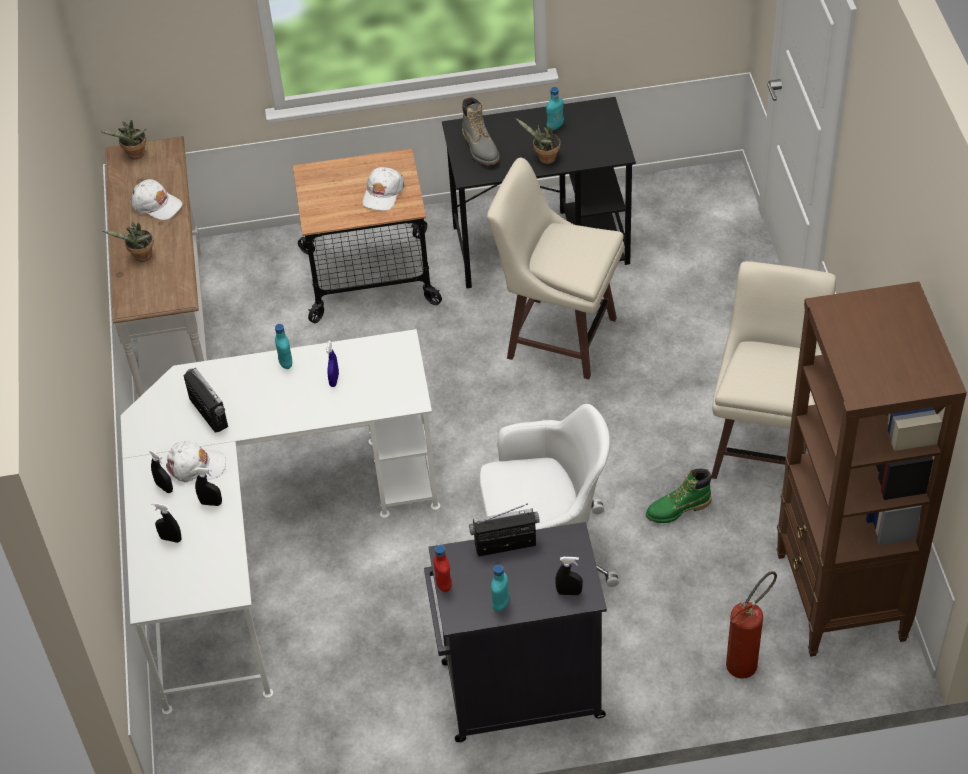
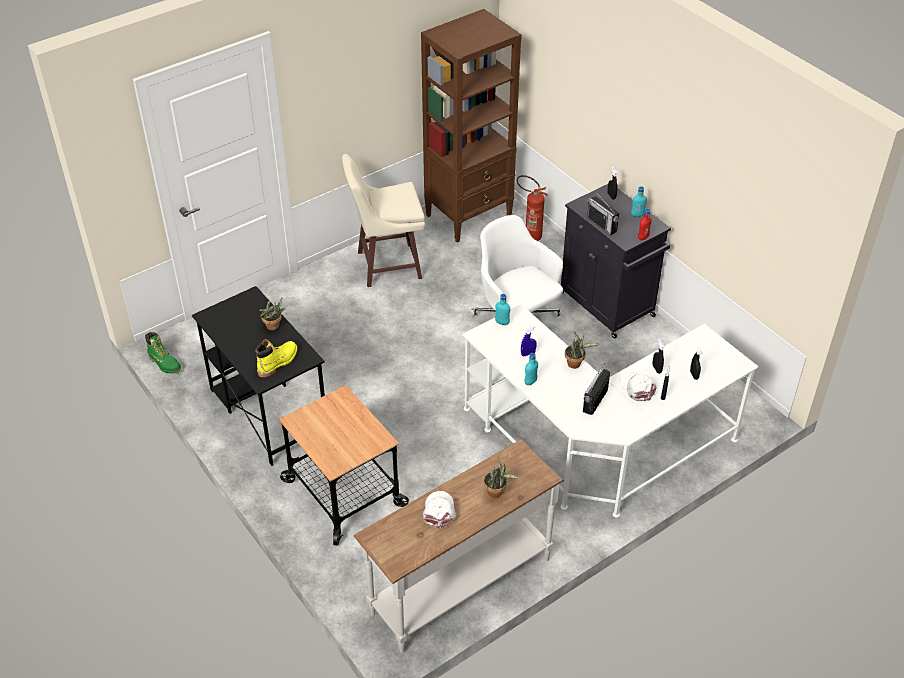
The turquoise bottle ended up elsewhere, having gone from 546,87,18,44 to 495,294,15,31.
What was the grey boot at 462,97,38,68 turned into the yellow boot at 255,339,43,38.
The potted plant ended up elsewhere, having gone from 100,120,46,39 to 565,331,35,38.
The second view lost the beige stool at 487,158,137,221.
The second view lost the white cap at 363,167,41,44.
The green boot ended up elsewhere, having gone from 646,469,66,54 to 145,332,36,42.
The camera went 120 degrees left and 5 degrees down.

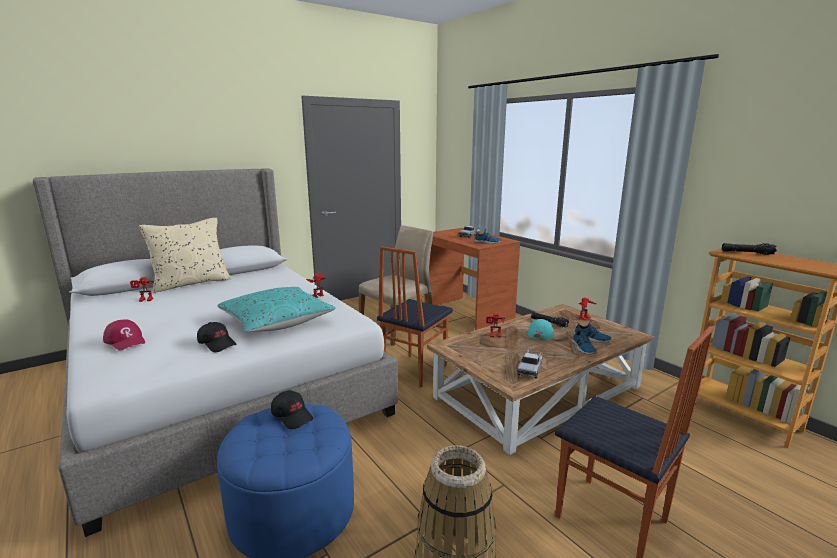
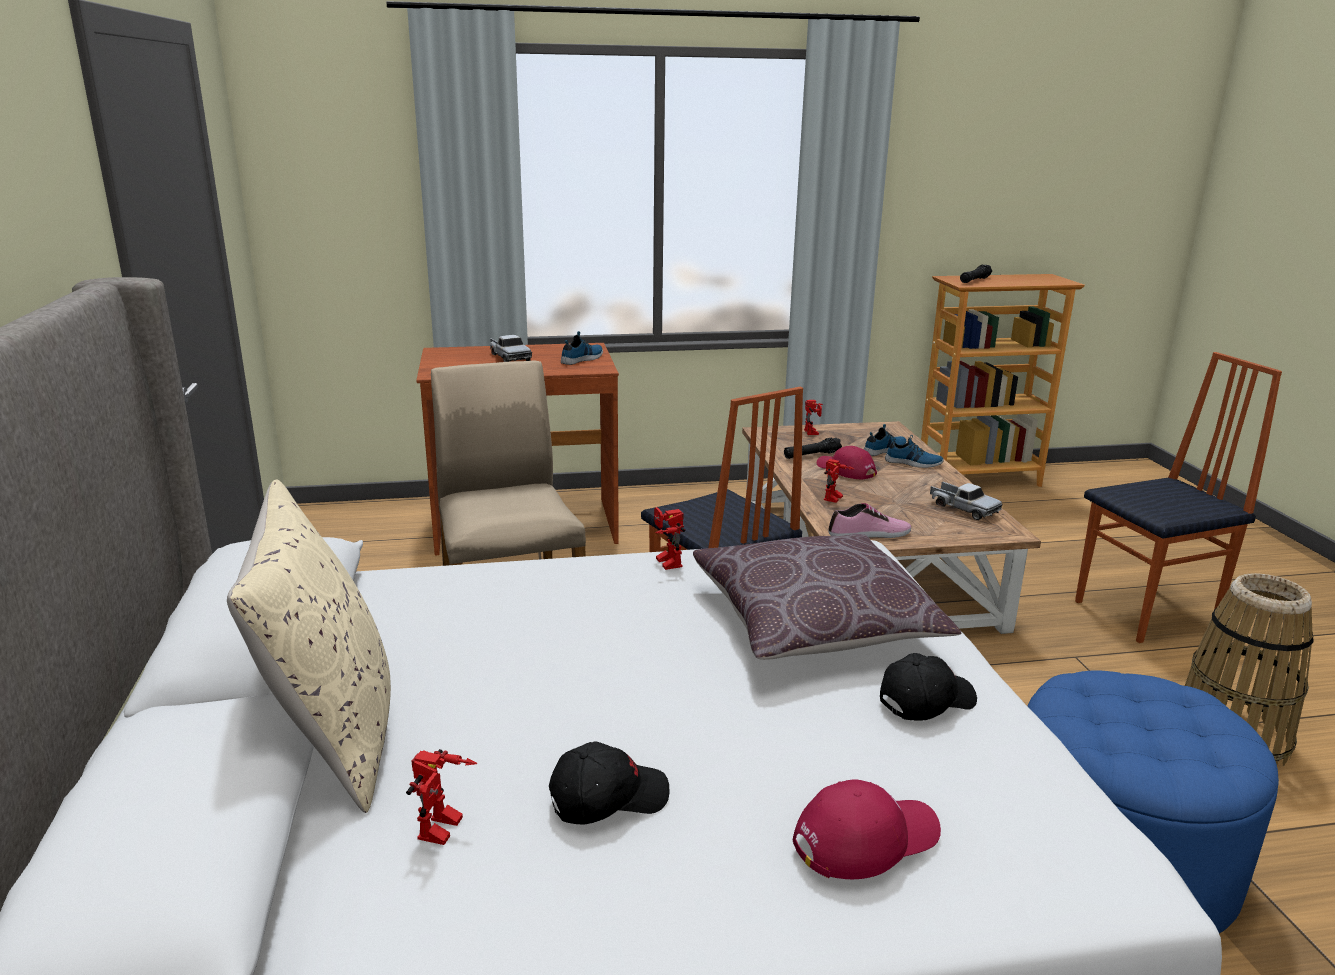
What was the turquoise pillow at 217,287,119,45 turned into the brown pillow at 693,534,268,126.
What was the turquoise cap at 527,319,27,21 turned into the red cap at 817,446,60,33.
The black cap ended up elsewhere, having gone from 271,390,42,40 to 549,741,121,83.
The second view gained the shoe at 828,503,83,35.
The camera went 65 degrees left and 5 degrees up.

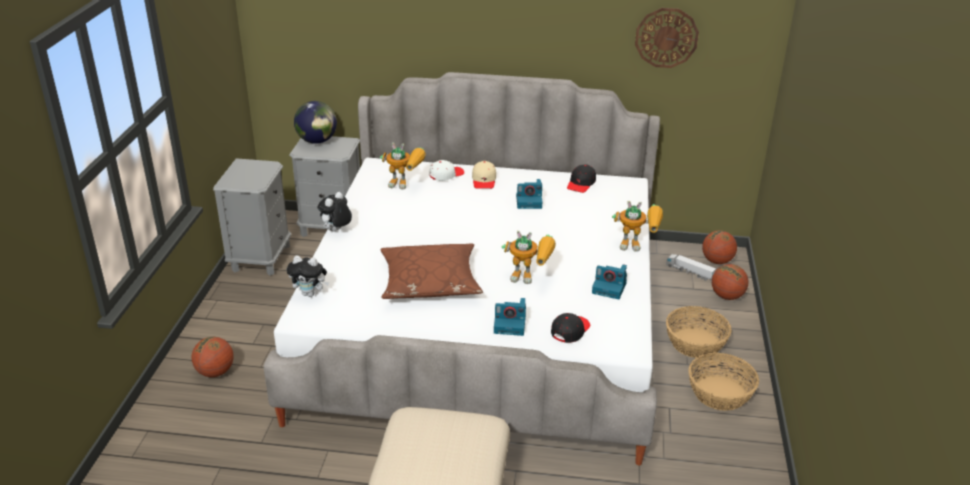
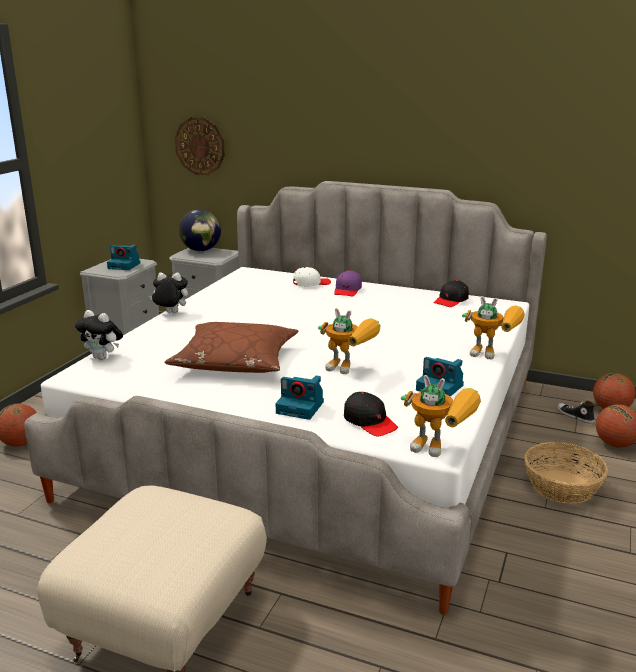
The wall clock ended up elsewhere, having gone from 635,8,64,60 to 175,117,50,59.
The toy robot ended up elsewhere, having gone from 380,143,46,46 to 401,375,80,82.
What was the beige cap at 472,161,24,28 turned into the purple cap at 334,270,28,27.
The photo camera ended up elsewhere, having gone from 516,179,26,30 to 107,245,33,25.
The plush toy at 317,192,35,40 ended up facing another way, 45 degrees clockwise from before.
Where the toy truck stood at 666,254,50,27, the shoe came to stand at 557,400,38,24.
The black cap at 551,313,39,30 ended up facing another way, 90 degrees clockwise from before.
The second view lost the basket at 688,353,71,58.
The camera went 15 degrees right and 10 degrees down.

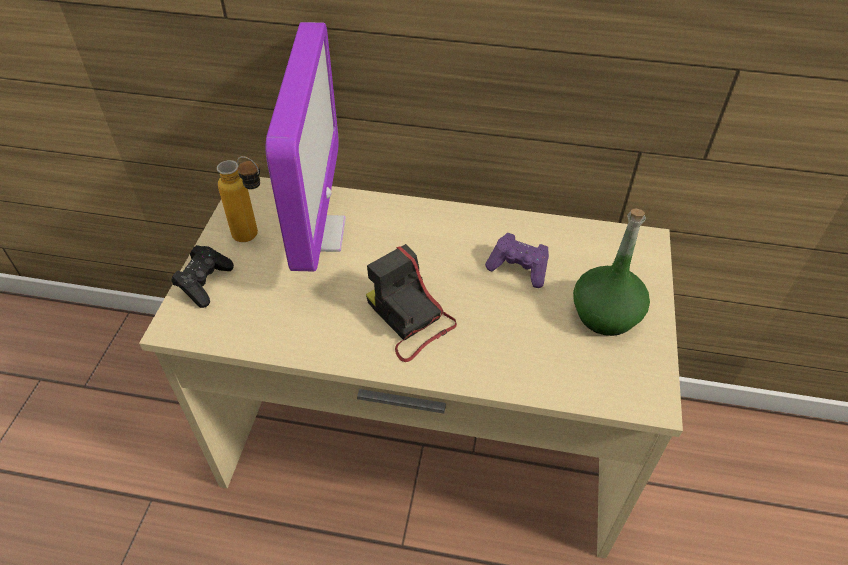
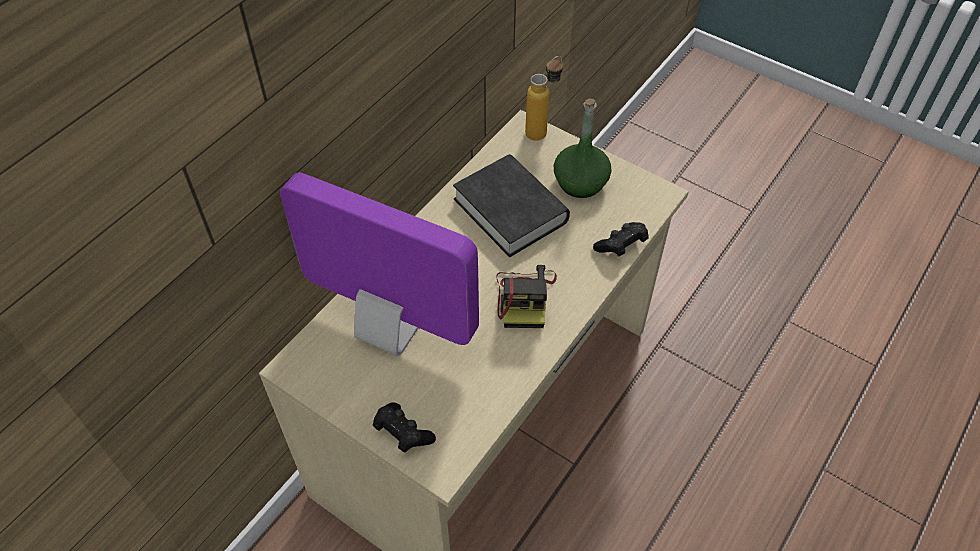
The bottle ended up elsewhere, having gone from 217,156,43,86 to 525,56,38,85.
Where the purple game controller stood at 485,233,64,55, the black book came to stand at 453,154,117,103.
The photo camera at 366,244,91,118 ended up facing another way, 75 degrees counterclockwise from before.
The second view gained the black game controller at 593,222,56,34.
The camera went 65 degrees left and 5 degrees up.

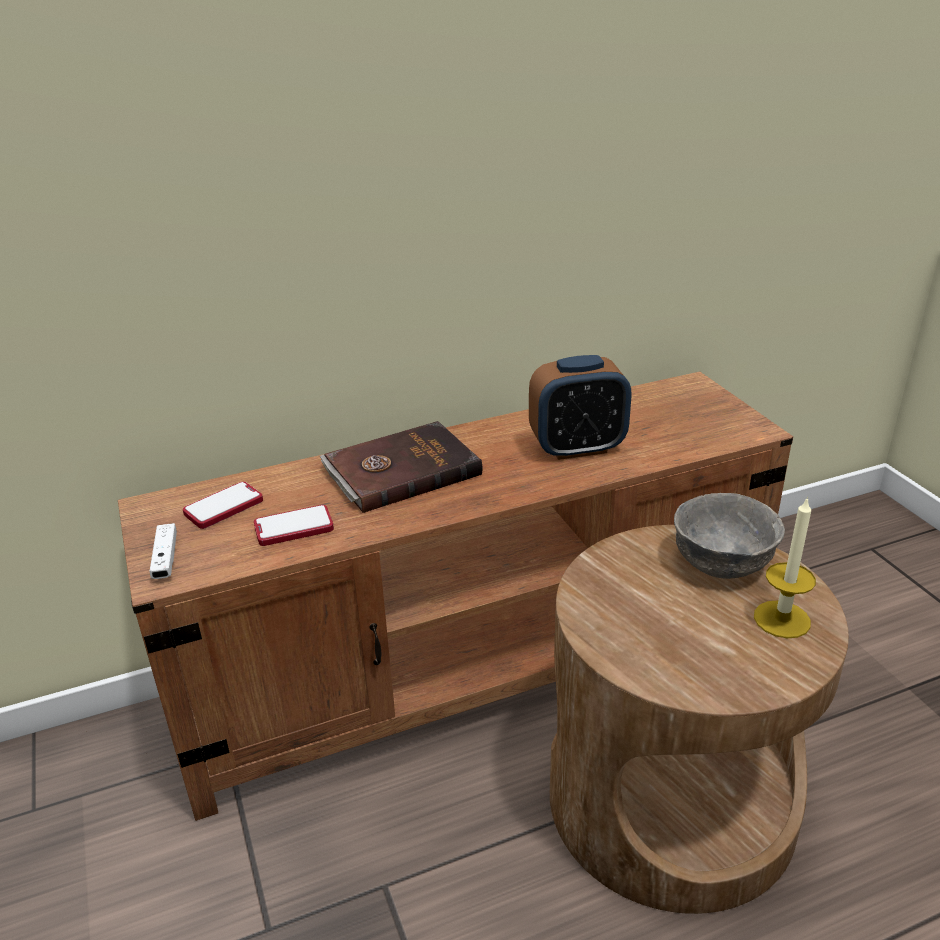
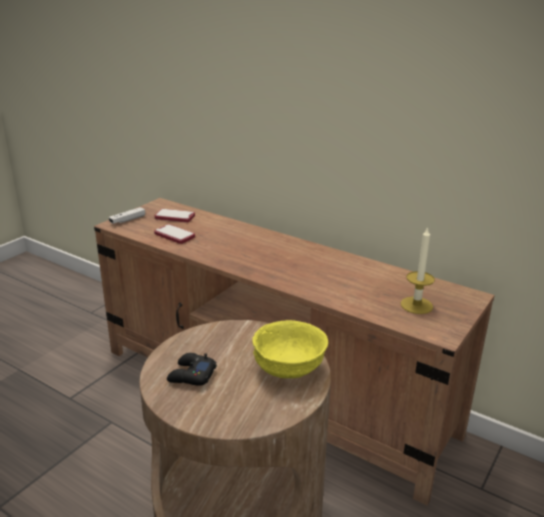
The second view lost the alarm clock at 529,355,102,105.
The second view lost the brown book at 320,421,162,92.
What was the grey bowl at 674,493,111,86 turned into the yellow bowl at 252,320,76,58.
The candle ended up elsewhere, having gone from 754,496,62,142 to 401,227,34,87.
The second view gained the black game controller at 167,353,50,33.
The camera went 55 degrees right and 5 degrees down.

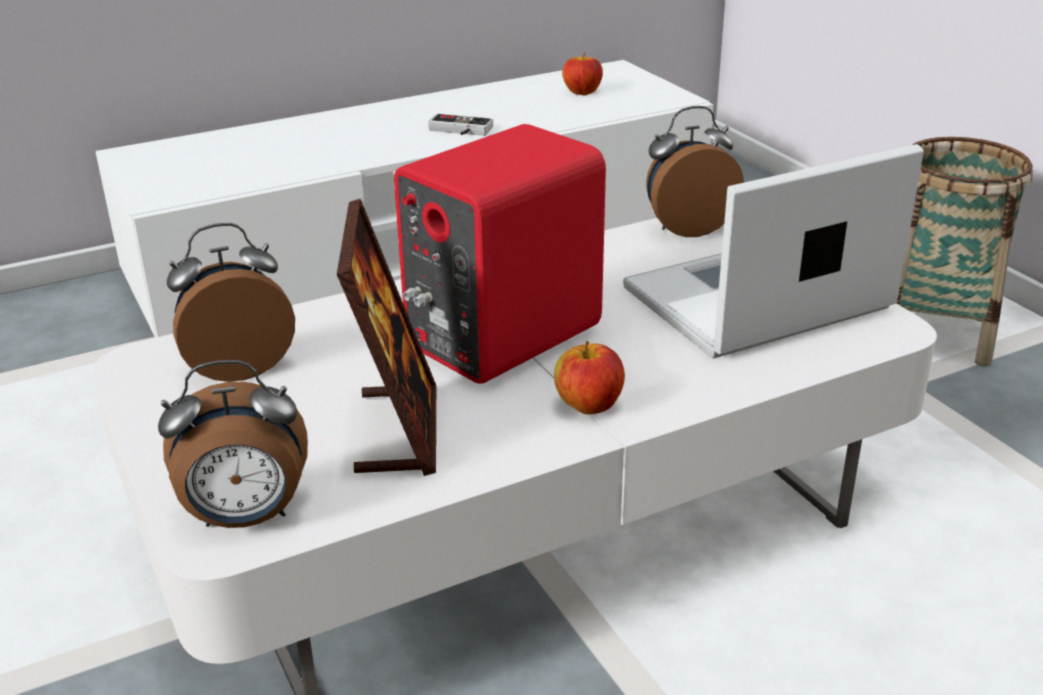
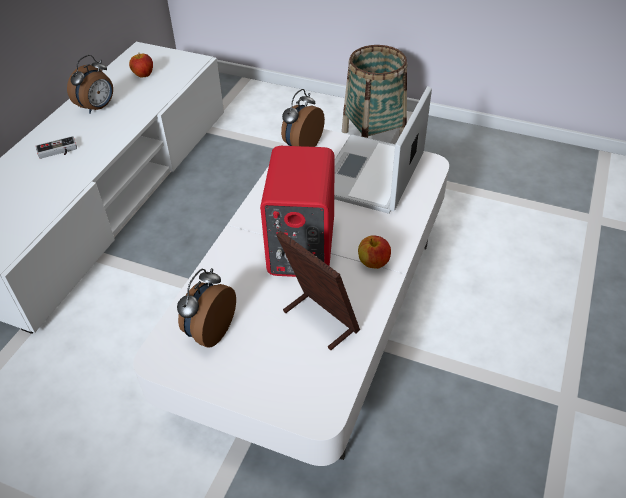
The game controller ended up elsewhere, having gone from 428,114,65,22 to 36,136,41,23.
The alarm clock ended up elsewhere, having gone from 158,360,150,168 to 67,55,46,59.
The camera went 40 degrees left and 15 degrees up.

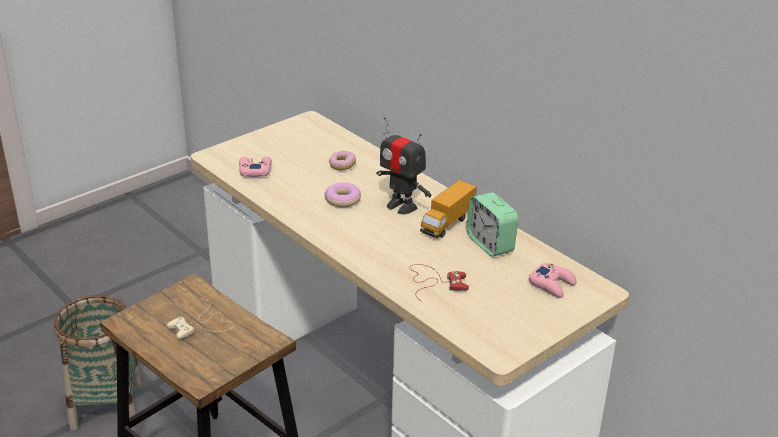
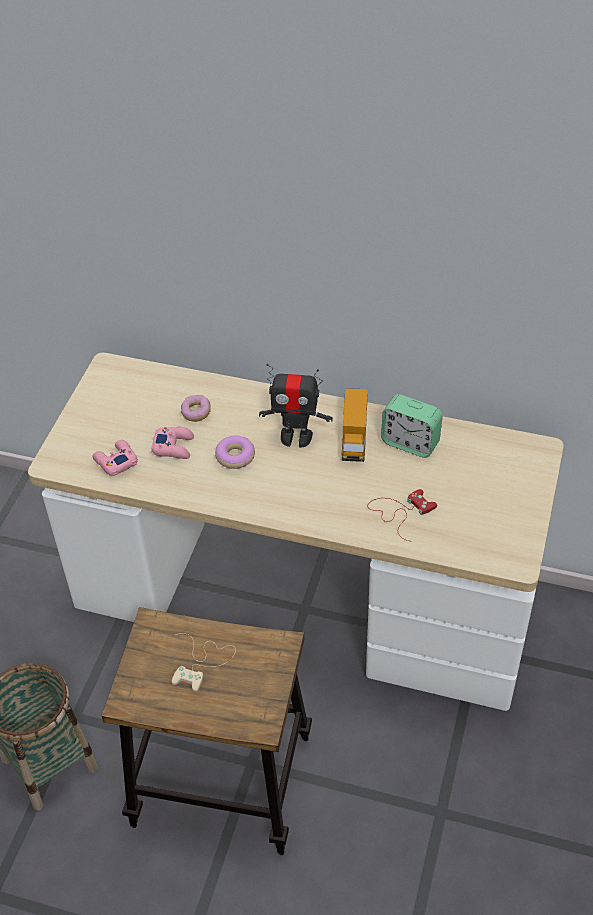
The pink game controller ended up elsewhere, having gone from 528,263,49,35 to 151,426,43,33.
The camera went 30 degrees left and 15 degrees up.

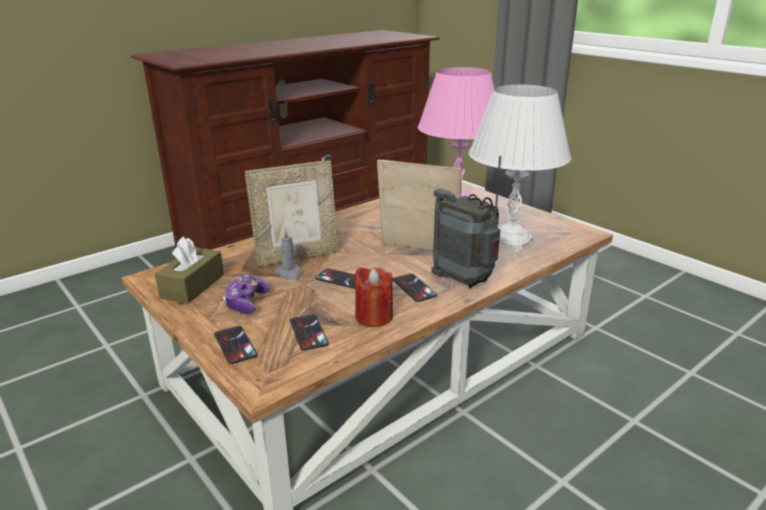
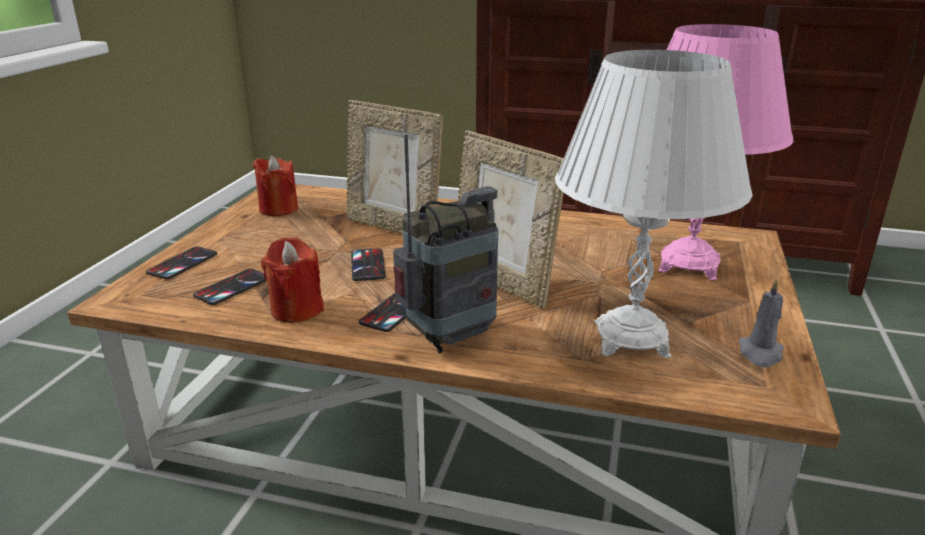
The radio at 431,156,70,133 ended up facing another way, 45 degrees clockwise from before.
The picture frame at 377,160,84,91 ended up facing another way, 150 degrees clockwise from before.
The grey candle ended up elsewhere, having gone from 275,228,27,52 to 739,278,45,90.
Where the brown tissue box stood at 155,236,69,68, the red candle came to stand at 253,156,45,60.
The second view lost the game controller at 223,275,47,39.
The camera went 55 degrees right and 0 degrees up.

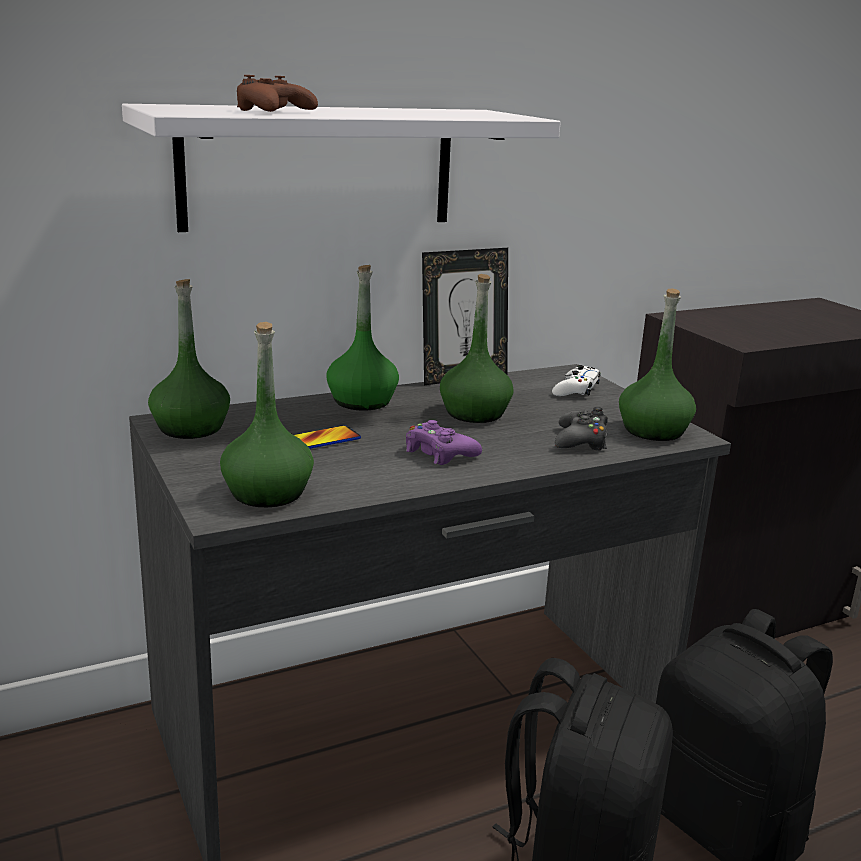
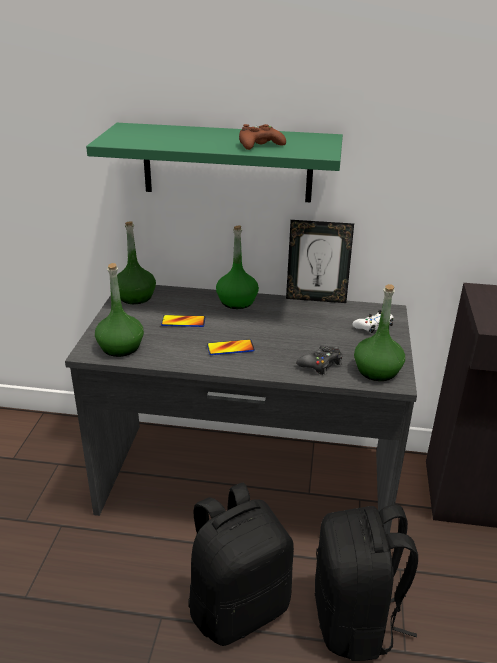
The brown game controller ended up elsewhere, having gone from 237,75,81,37 to 239,124,47,26.
What was the white shelf at 122,104,439,128 turned into the green shelf at 86,123,257,79.
The second view lost the green bottle at 440,274,73,149.
Where the purple game controller stood at 406,420,76,45, the phone came to stand at 207,339,48,16.
The camera went 35 degrees right and 10 degrees up.

